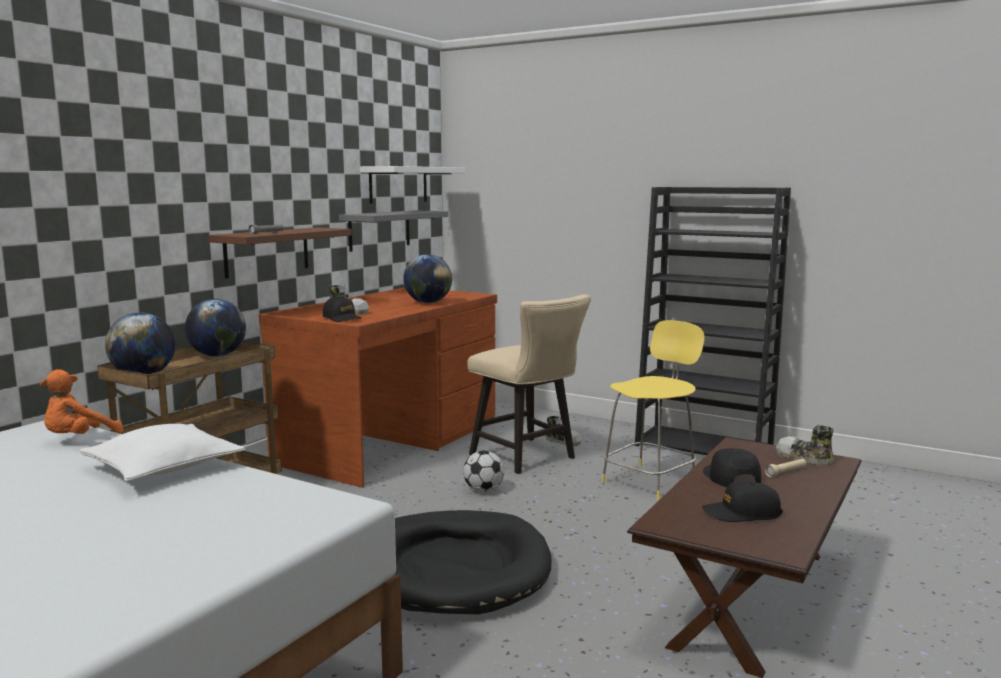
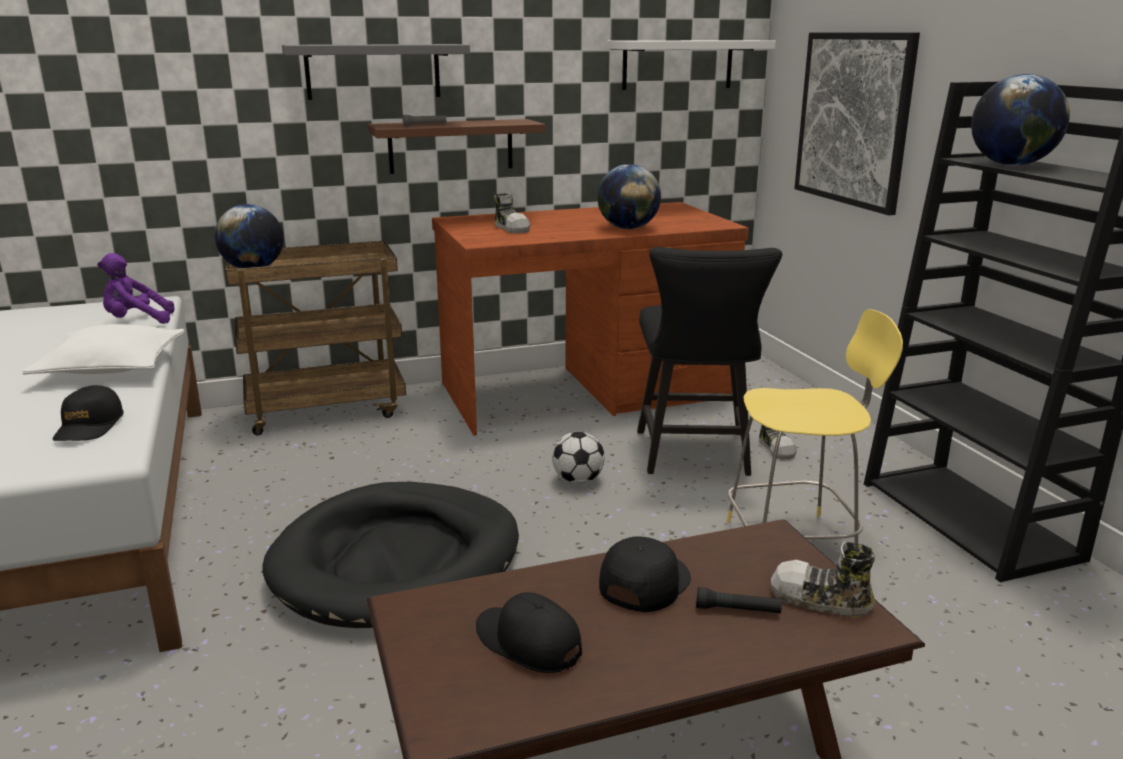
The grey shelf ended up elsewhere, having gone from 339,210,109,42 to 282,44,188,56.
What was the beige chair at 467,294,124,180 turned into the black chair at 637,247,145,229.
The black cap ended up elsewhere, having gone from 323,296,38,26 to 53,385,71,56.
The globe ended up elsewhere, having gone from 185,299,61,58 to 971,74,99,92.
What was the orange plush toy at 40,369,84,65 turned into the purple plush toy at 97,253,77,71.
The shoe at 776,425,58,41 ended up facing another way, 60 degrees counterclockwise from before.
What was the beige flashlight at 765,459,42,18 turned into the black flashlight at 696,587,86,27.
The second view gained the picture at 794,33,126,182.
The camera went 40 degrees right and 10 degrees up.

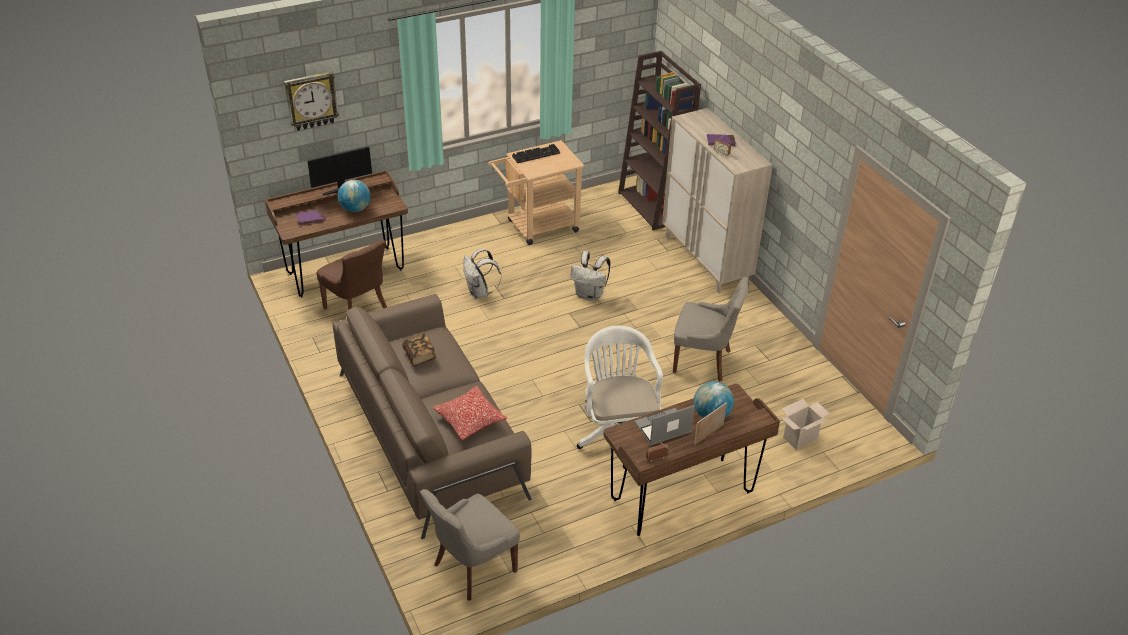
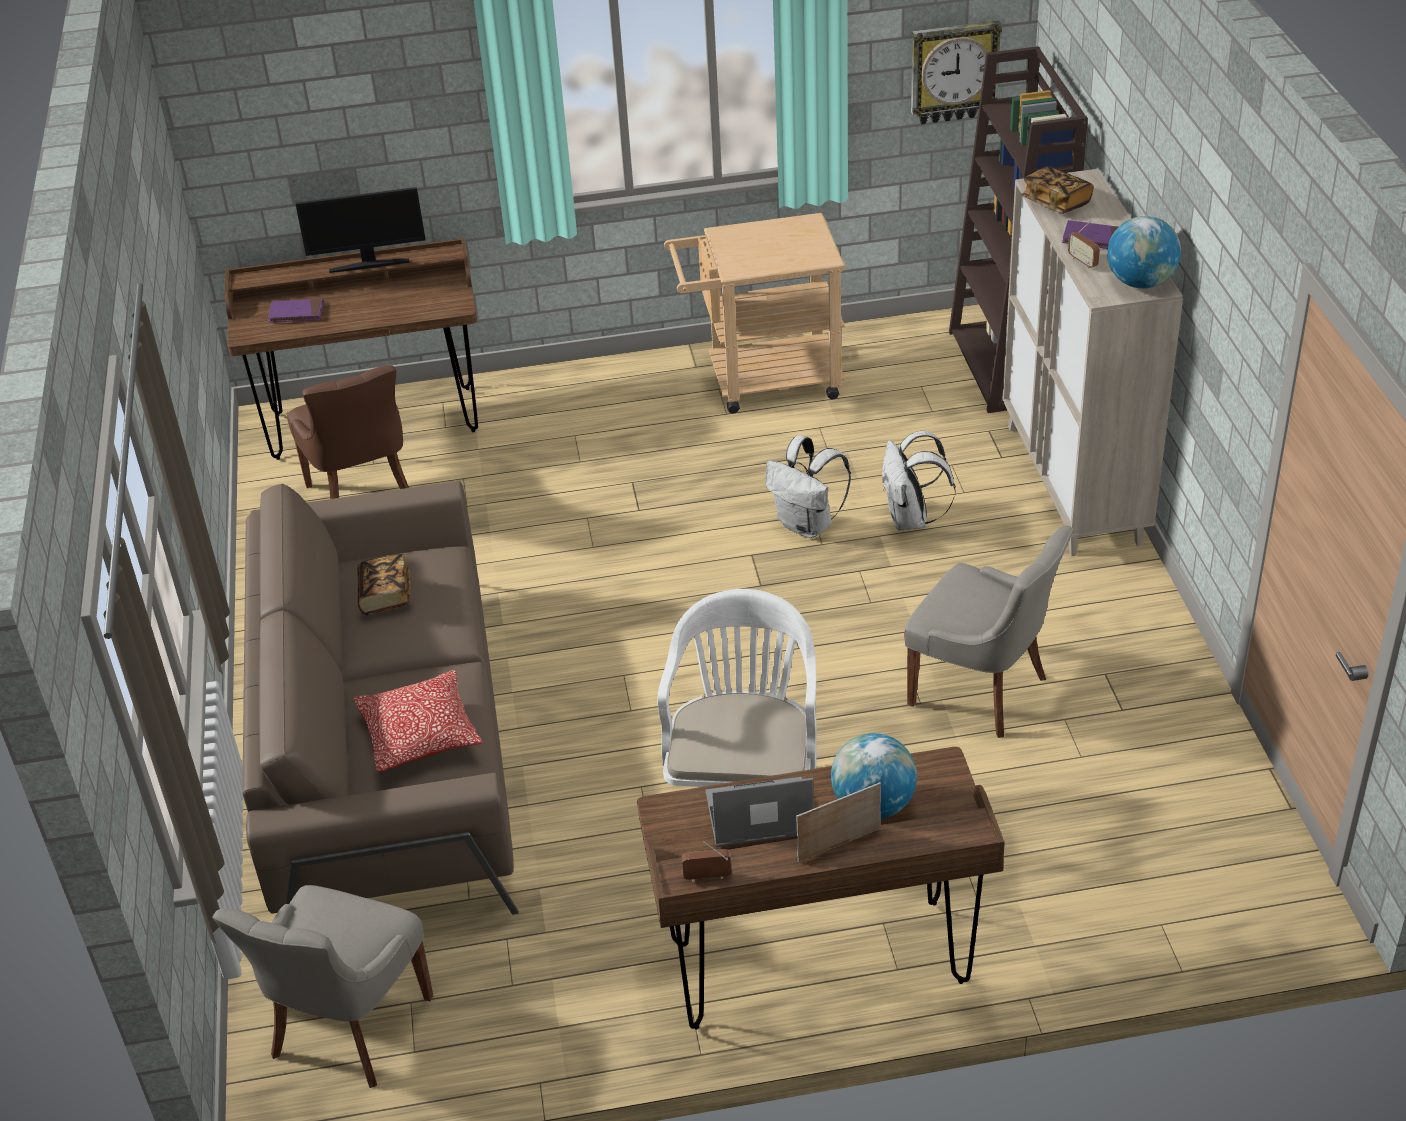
The wall clock ended up elsewhere, having gone from 284,71,55,60 to 911,20,91,104.
The second view lost the keyboard at 512,144,48,19.
The globe ended up elsewhere, having gone from 338,180,32,32 to 1107,216,74,73.
The white backpack ended up elsewhere, having gone from 463,248,38,51 to 882,431,74,100.
The second view lost the cardboard box at 781,399,49,51.
The grey chair at 420,489,100,112 ended up facing another way, 45 degrees counterclockwise from before.
The second view gained the book at 1021,166,73,48.
The camera went 20 degrees right and 0 degrees up.

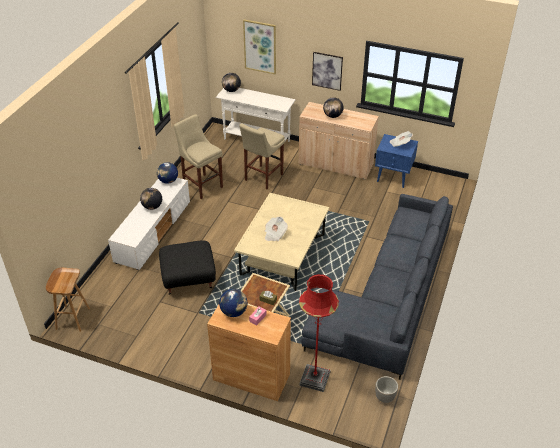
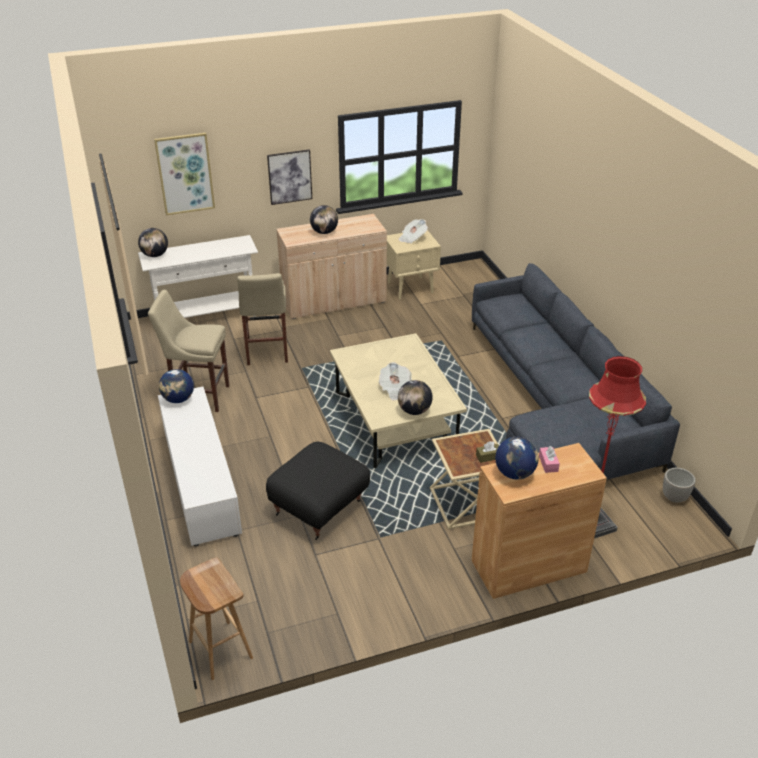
What was the blue nightstand at 375,134,43,54 turned into the beige nightstand at 386,230,55,69.
The globe ended up elsewhere, having gone from 140,188,22,22 to 398,380,35,35.
The camera went 40 degrees left and 5 degrees down.

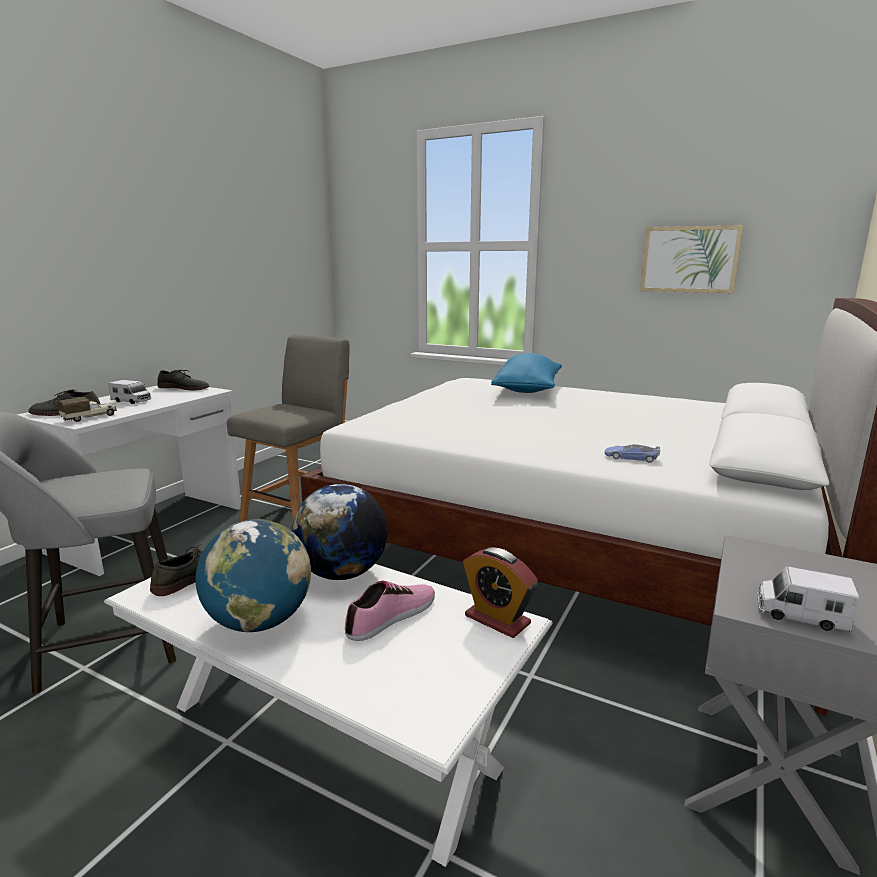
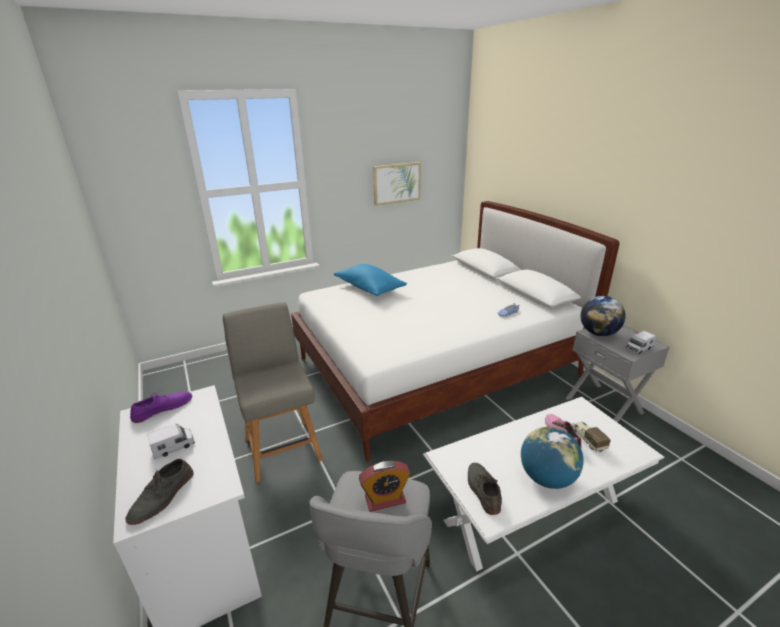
What was the grey shoe at 157,370,52,20 turned into the purple shoe at 130,391,62,32.
The toy truck ended up elsewhere, having gone from 57,397,60,25 to 572,421,39,31.
The globe ended up elsewhere, having gone from 291,484,97,96 to 580,296,46,40.
The alarm clock ended up elsewhere, having gone from 463,547,75,91 to 359,461,51,51.
The camera went 55 degrees left and 10 degrees up.

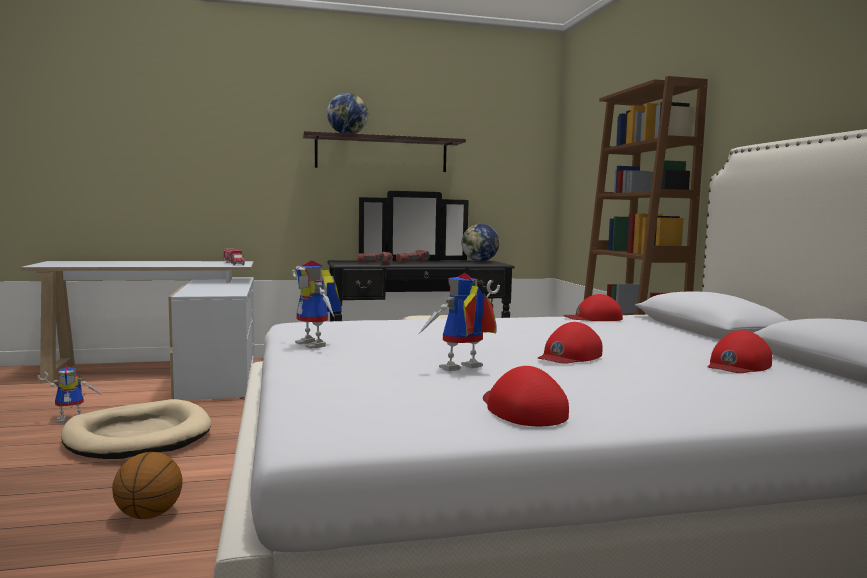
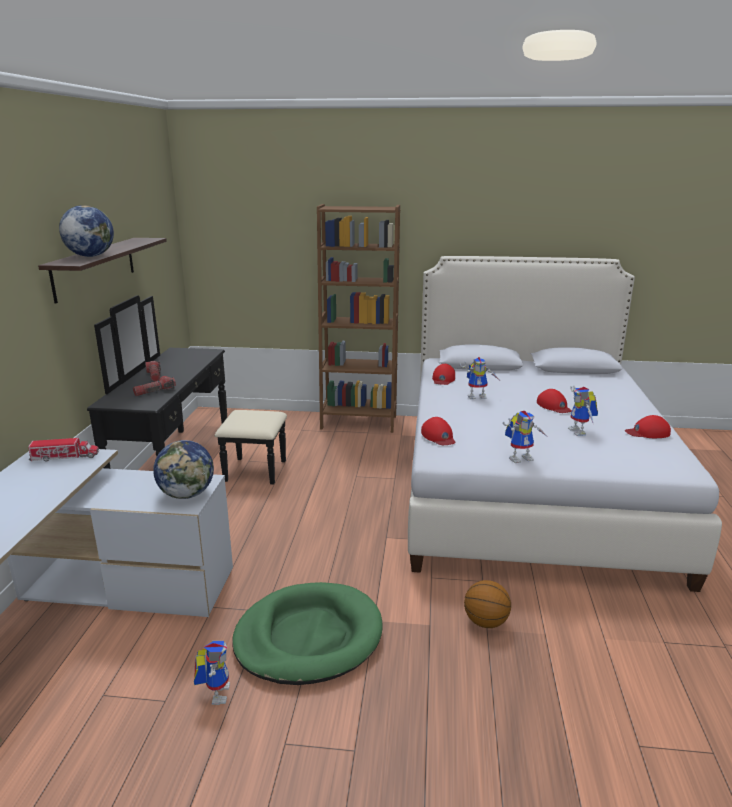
The globe ended up elsewhere, having gone from 461,224,38,38 to 153,440,61,59.
The red cap ended up elsewhere, having gone from 708,330,64,43 to 421,417,35,28.
What was the beige dog bed at 61,399,150,60 turned into the green dog bed at 232,582,151,103.
The second view gained the toy robot at 460,357,39,42.
The camera went 70 degrees left and 15 degrees up.

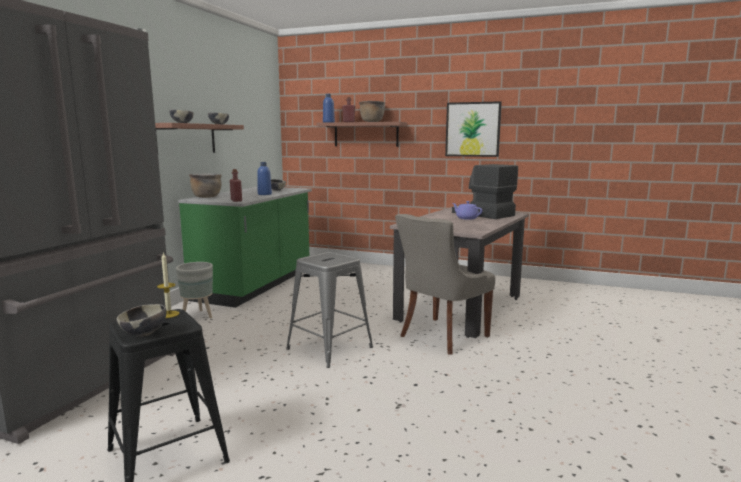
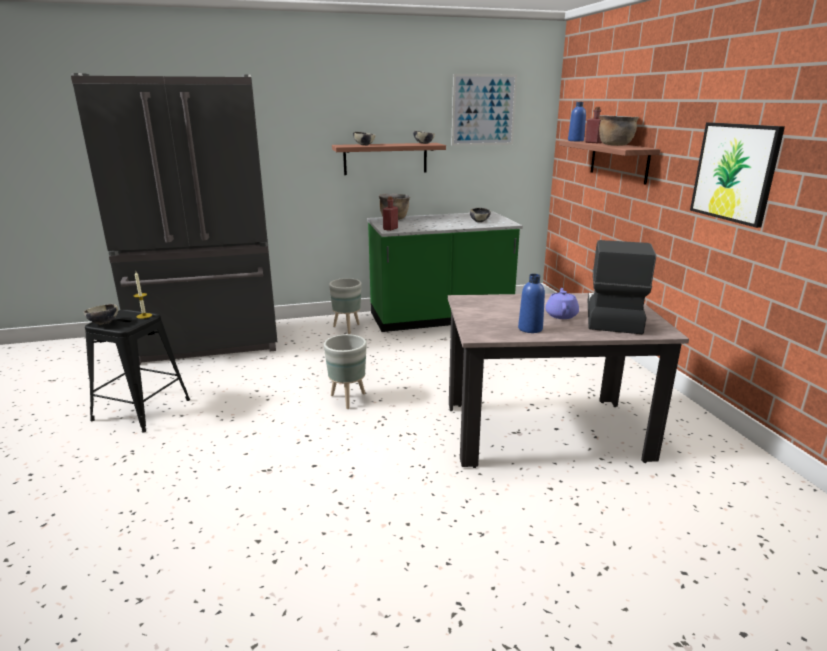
The blue bottle ended up elsewhere, having gone from 257,162,15,33 to 518,274,27,59.
The second view lost the grey chair at 395,214,100,140.
Where the grey stool stood at 286,252,87,116, the grey planter came to stand at 324,334,43,75.
The second view gained the picture at 451,74,66,72.
The camera went 55 degrees right and 10 degrees up.

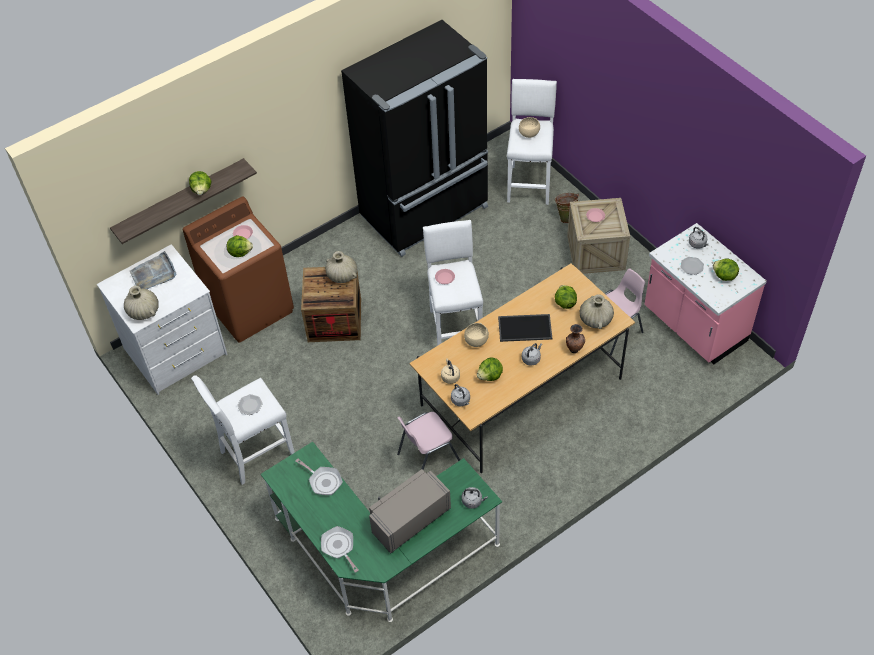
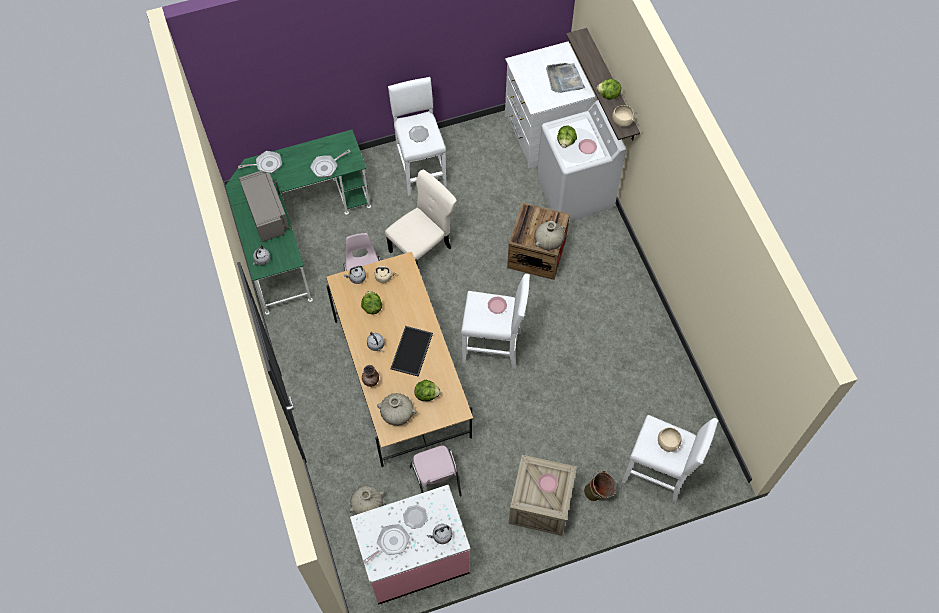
The second view lost the black fridge at 341,20,147,237.
What was the brown washing machine at 183,197,111,146 turned into the white washing machine at 537,100,89,121.
Where the lettuce stood at 713,258,26,23, the frying pan came to stand at 363,524,47,40.
The beige vase ended up elsewhere, having gone from 124,286,35,34 to 349,486,35,29.
The beige bowl ended up elsewhere, having gone from 464,323,25,24 to 612,105,23,22.
The second view gained the beige chair at 385,170,72,90.
The camera went 105 degrees right and 10 degrees up.

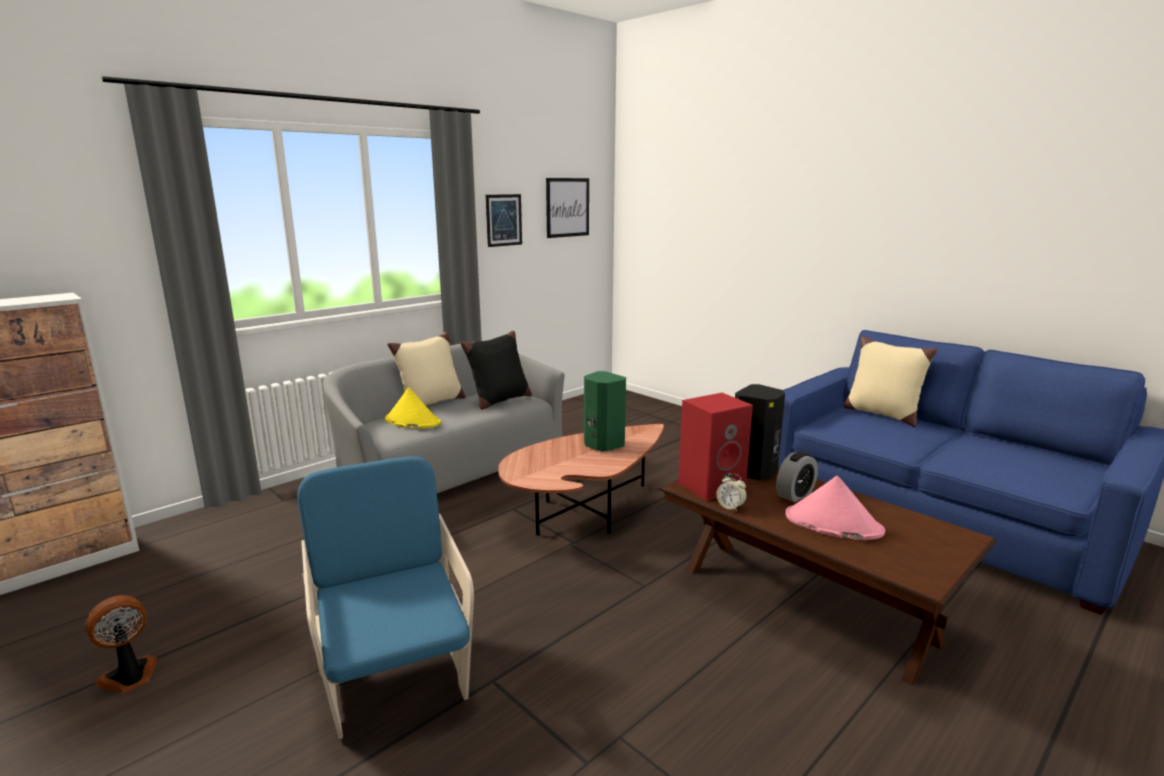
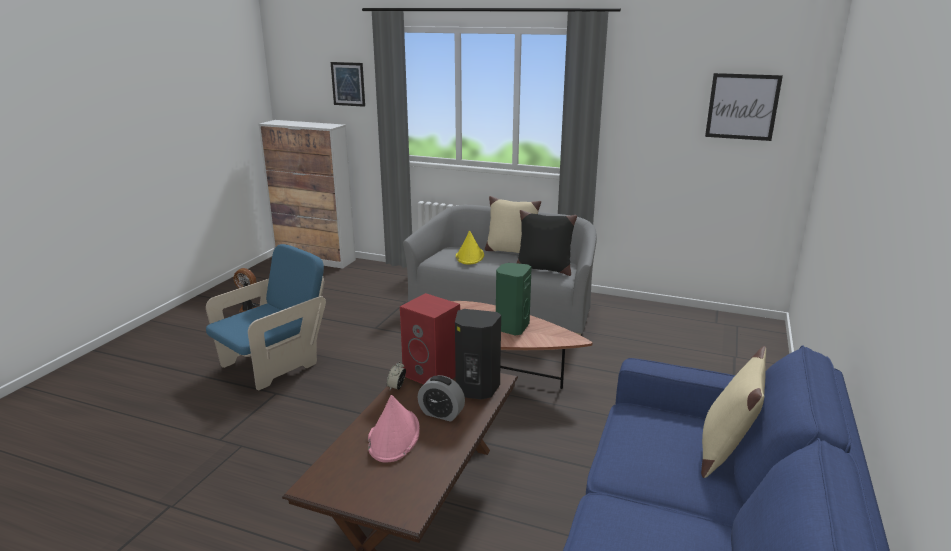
The picture ended up elsewhere, having gone from 486,194,36,53 to 331,62,34,45.
The camera went 65 degrees right and 5 degrees up.

